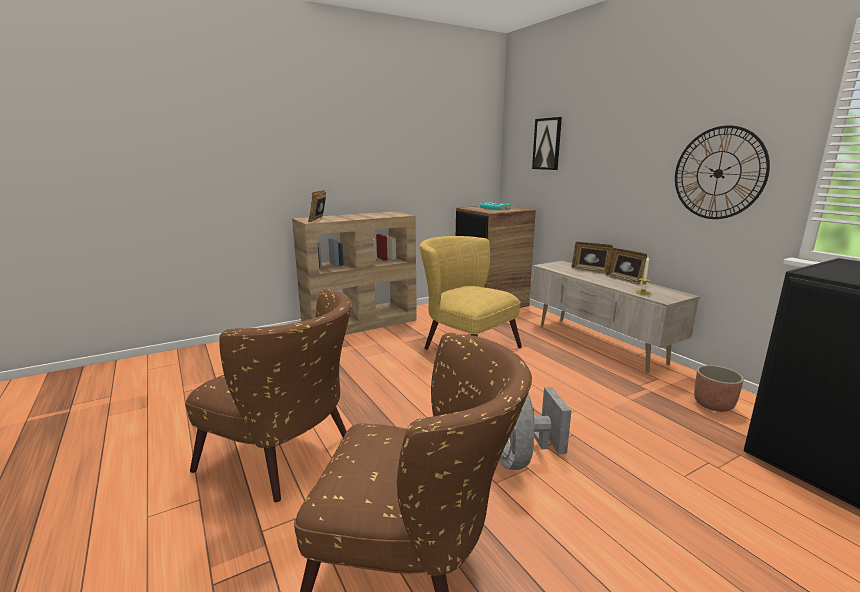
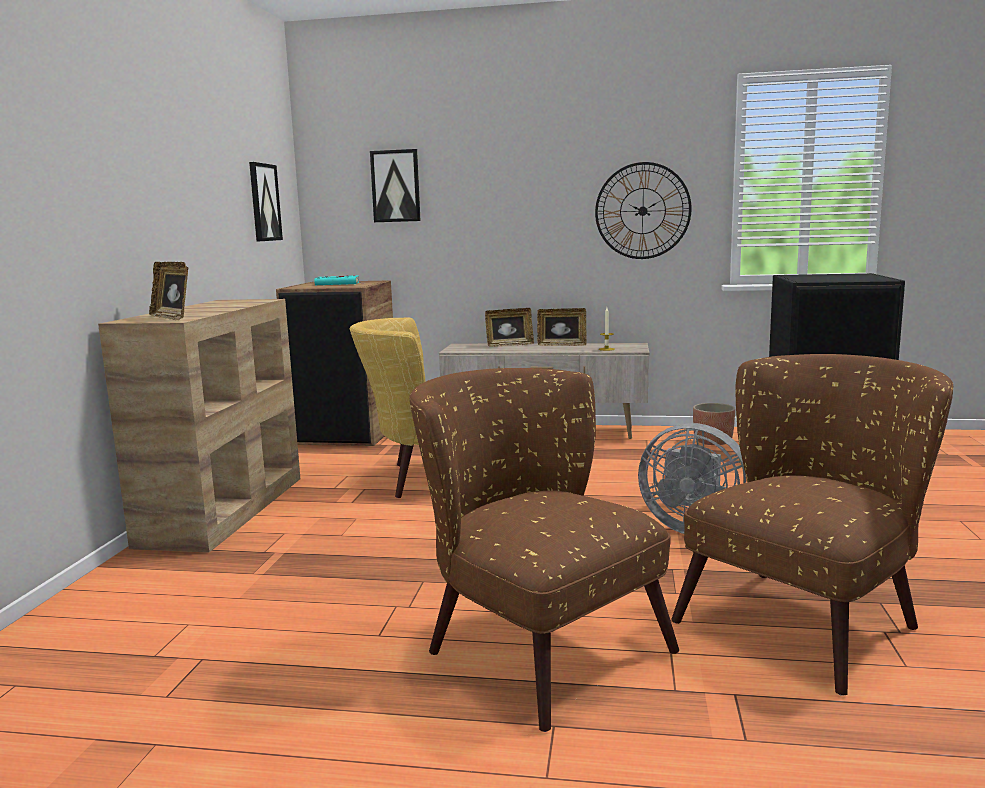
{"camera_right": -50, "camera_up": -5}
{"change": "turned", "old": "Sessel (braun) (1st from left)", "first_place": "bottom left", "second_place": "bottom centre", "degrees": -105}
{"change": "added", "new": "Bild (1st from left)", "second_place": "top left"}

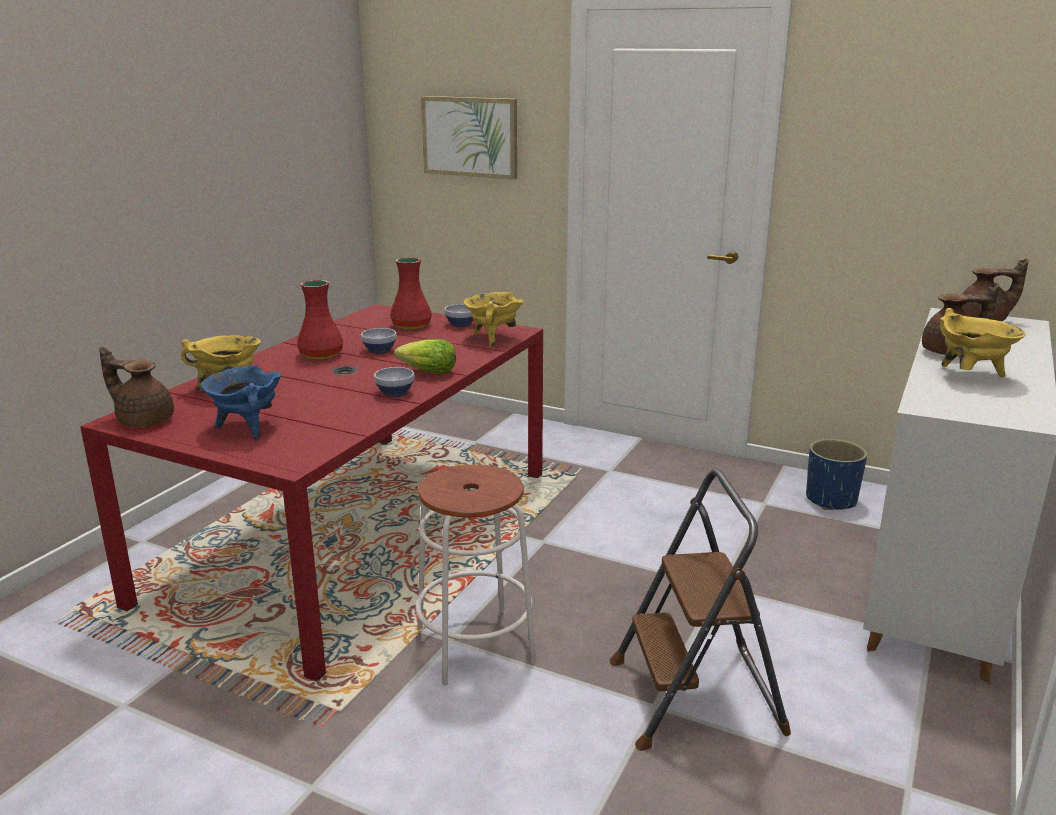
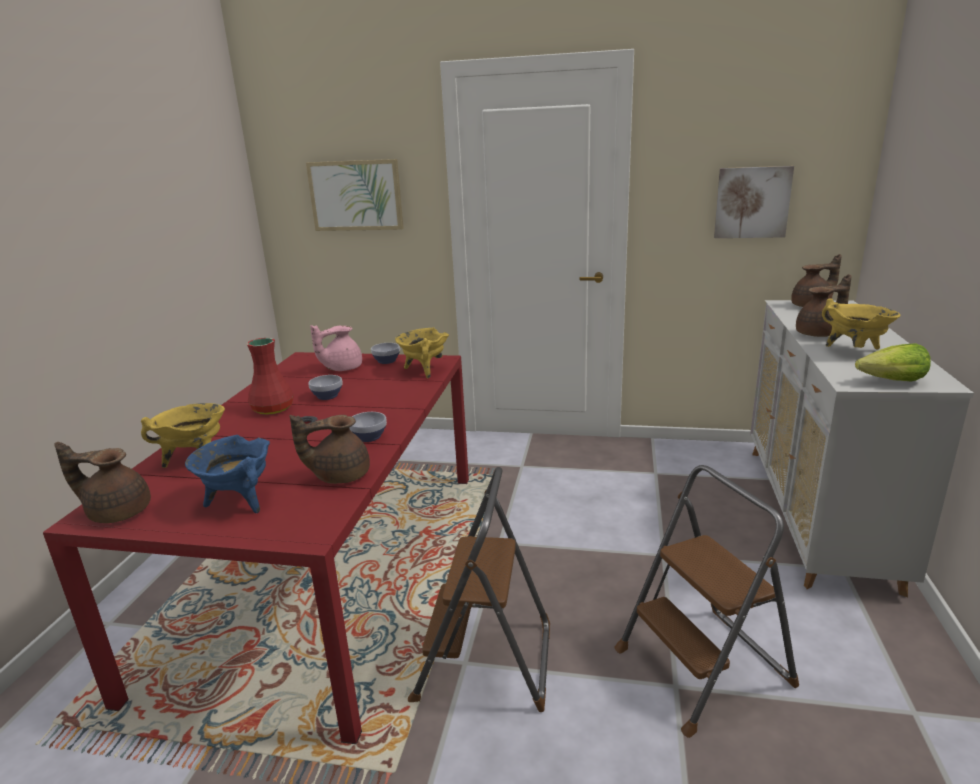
{"camera_right": -15, "camera_up": 0}
{"change": "replaced", "old": "Vase (rot) (2nd from left)", "new": "Teekanne (rosa)", "first_place": "centre", "second_place": "centre"}
{"change": "moved", "old": "Salatkopf", "first_place": "centre", "second_place": "middle right"}
{"change": "removed", "old": "Pflanzkübel (blau)", "first_place": "middle right"}
{"change": "replaced", "old": "Hocker (weiß)", "new": "Trittleiter (braun) (1st from left)", "first_place": "bottom centre", "second_place": "bottom centre"}
{"change": "added", "new": "Bild (2nd from left)", "second_place": "top right"}
{"change": "added", "new": "Teekanne (braun) (2nd from left)", "second_place": "centre"}

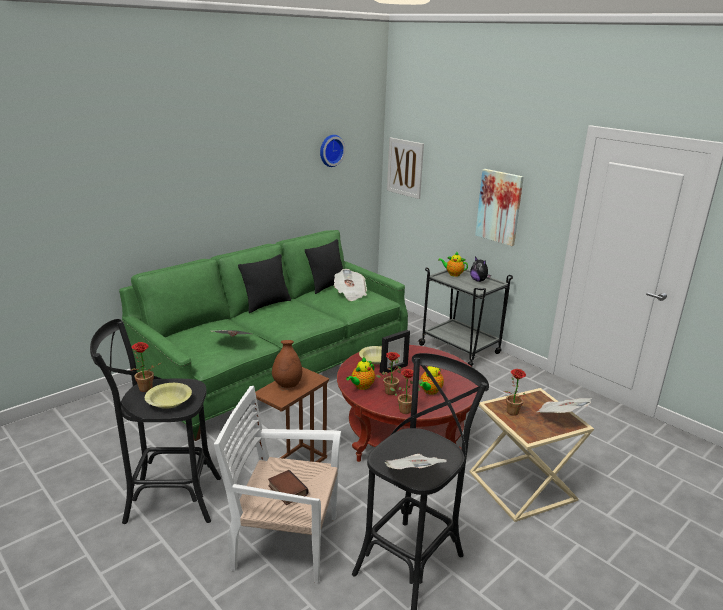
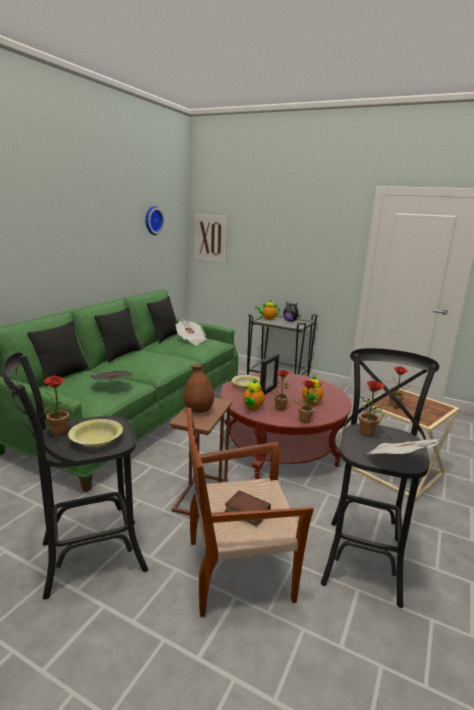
{"camera_right": -20, "camera_up": -5}
{"change": "removed", "old": "Bild (2nd from left)", "first_place": "middle right"}
{"change": "recoloured", "old": "Sessel (weiß)", "new": "Sessel (braun)", "first_place": "bottom centre", "second_place": "bottom centre"}
{"change": "removed", "old": "Zeitung (4th from left)", "first_place": "middle right"}
{"change": "added", "new": "Kissen (schwarz) (1st from left)", "second_place": "middle left"}
{"change": "added", "new": "Topfpflanze (4th from left)", "second_place": "middle right"}

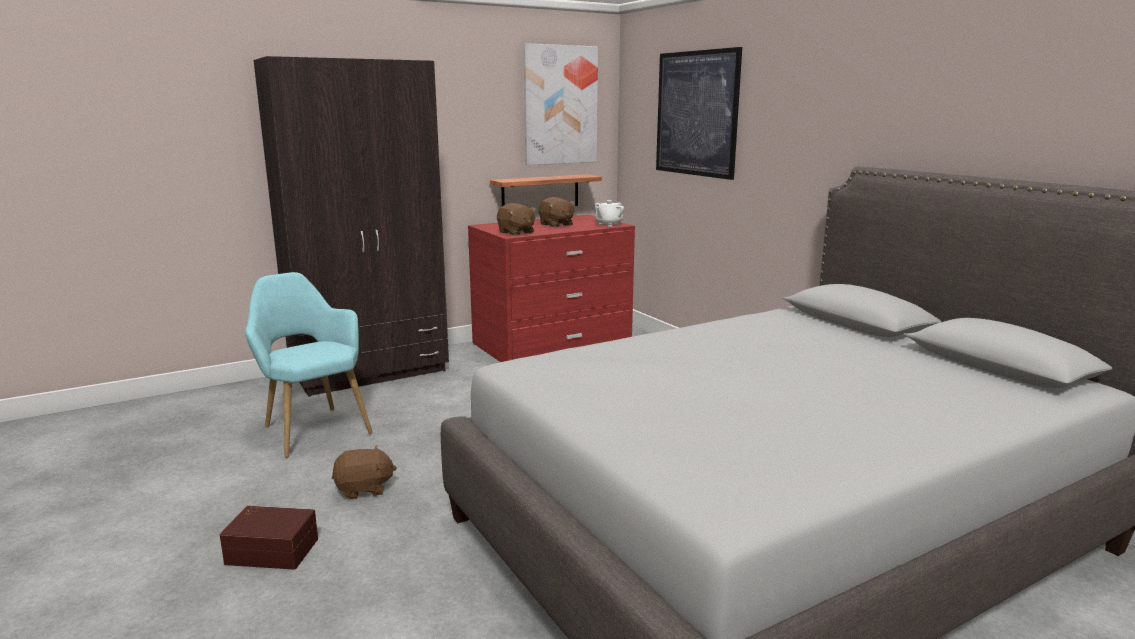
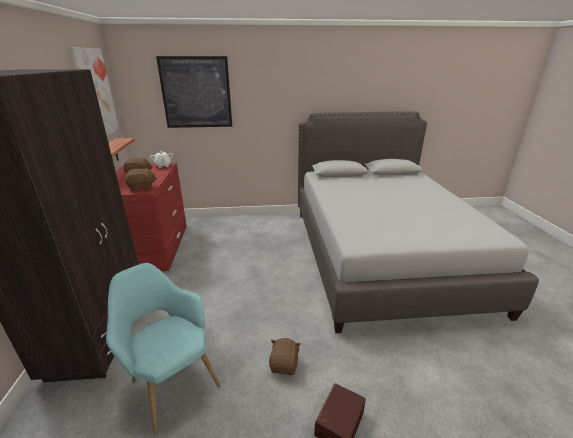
{"camera_right": -65, "camera_up": 10}
{"change": "turned", "old": "Sessel (türkis)", "first_place": "middle left", "second_place": "bottom left", "degrees": 60}

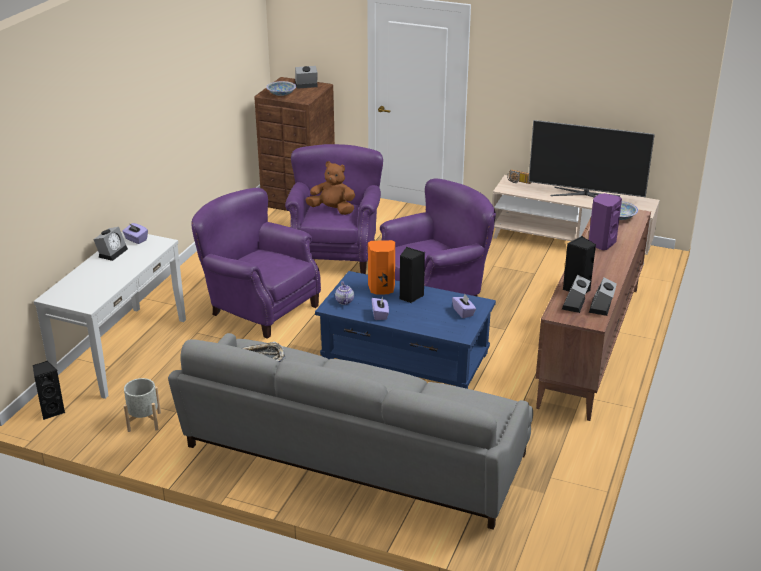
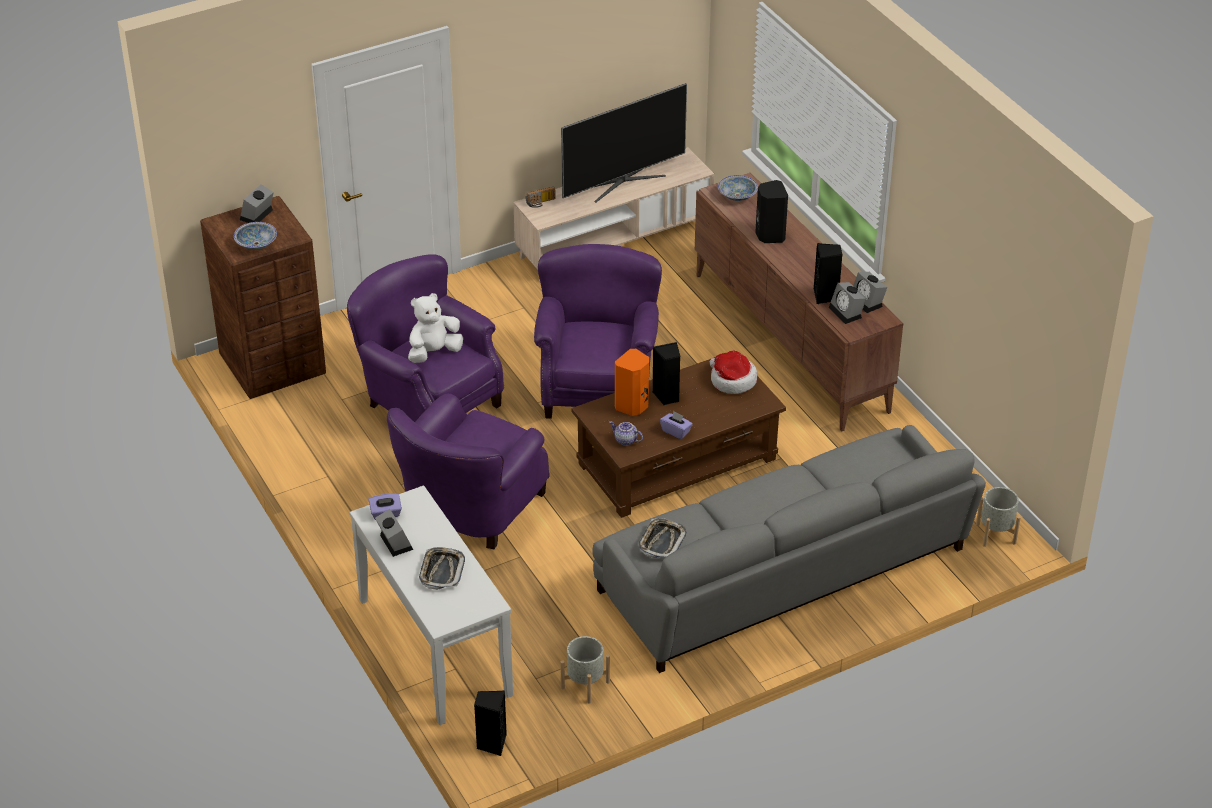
{"camera_right": -50, "camera_up": 10}
{"change": "recoloured", "old": "Plüschtier (braun)", "new": "Plüschtier (weiß)", "first_place": "top centre", "second_place": "centre"}
{"change": "turned", "old": "Sessel (lila) (1st from left in the first image)", "first_place": "centre", "second_place": "centre", "degrees": -45}
{"change": "recoloured", "old": "Lautsprecher (lila)", "new": "Lautsprecher (schwarz) (3rd from left)", "first_place": "middle right", "second_place": "top centre"}
{"change": "recoloured", "old": "Couchtisch (blau)", "new": "Couchtisch (braun)", "first_place": "centre", "second_place": "centre"}
{"change": "replaced", "old": "Taschentuchbox (lila) (3rd from left)", "new": "Hut", "first_place": "centre", "second_place": "centre"}
{"change": "added", "new": "Pflanzkübel (grau) (2nd from left)", "second_place": "middle right"}
{"change": "added", "new": "Tablett (1st from left)", "second_place": "bottom centre"}

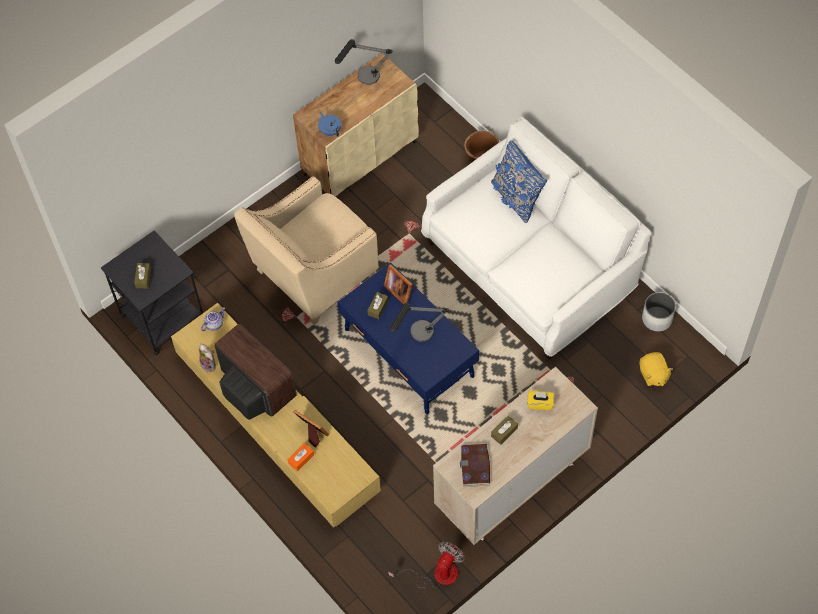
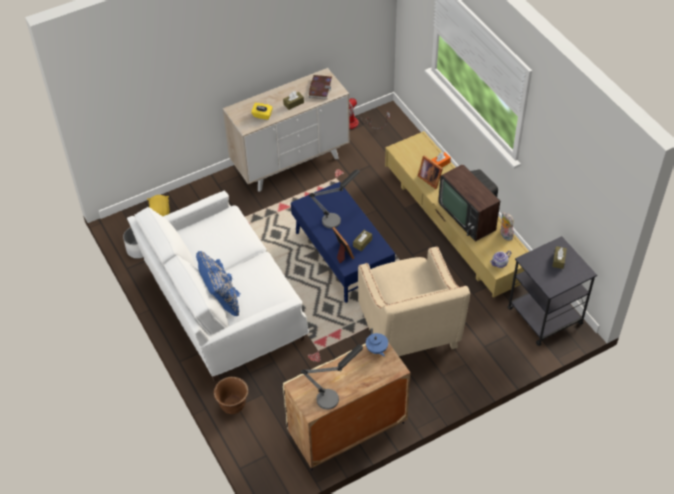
{"camera_right": -170, "camera_up": -10}
{"change": "turned", "old": "Sessel (beige)", "first_place": "centre", "second_place": "centre", "degrees": 105}

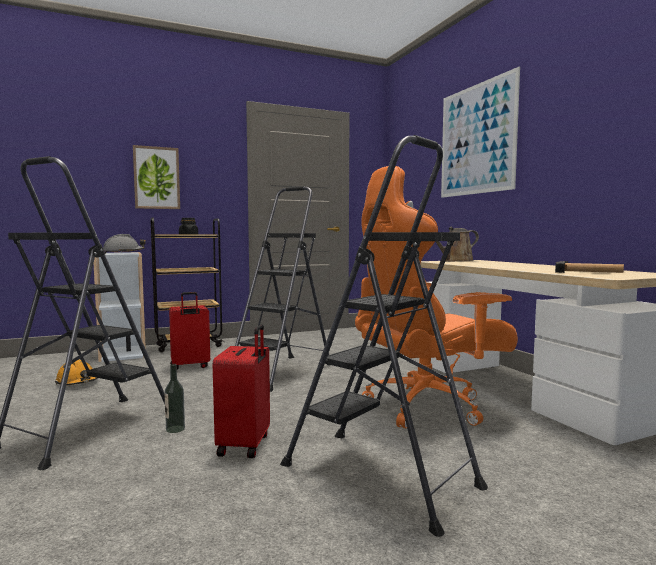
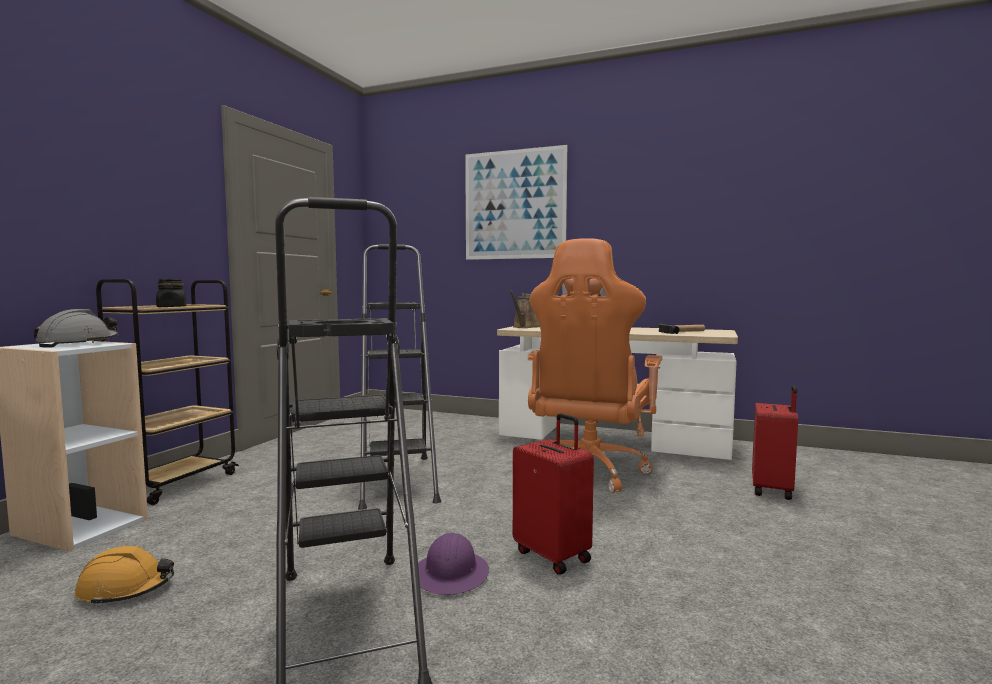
{"camera_right": -45, "camera_up": 0}
{"change": "removed", "old": "Trittleiter (3rd from left)", "first_place": "centre"}
{"change": "removed", "old": "Bild (1st from left)", "first_place": "top left"}
{"change": "moved", "old": "Koffer (rot) (1st from left in the first image)", "new": "Koffer (rot) (2nd from left)", "first_place": "middle left", "second_place": "middle right"}
{"change": "replaced", "old": "Flasche", "new": "Schutzhelm (lila)", "first_place": "bottom left", "second_place": "bottom centre"}

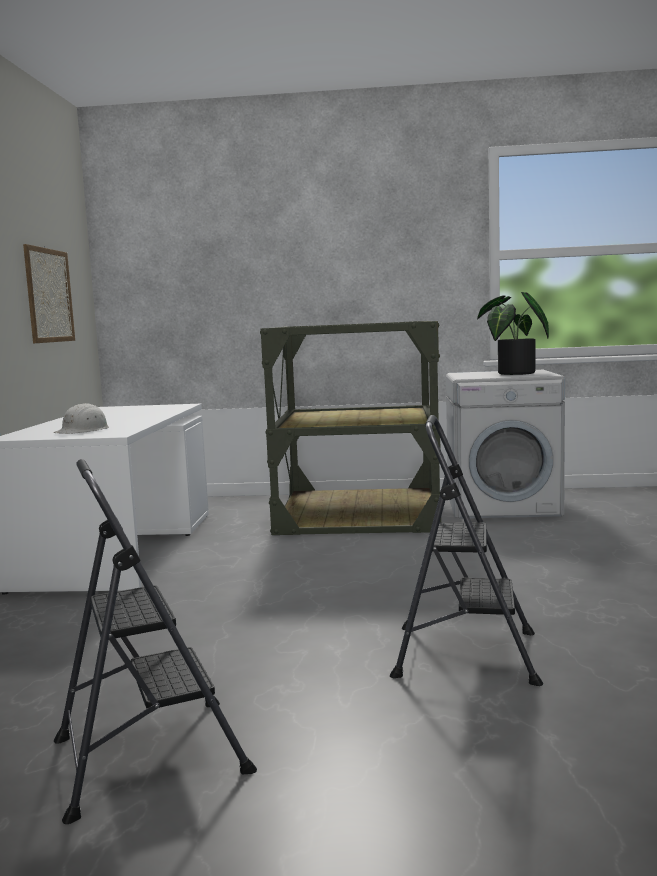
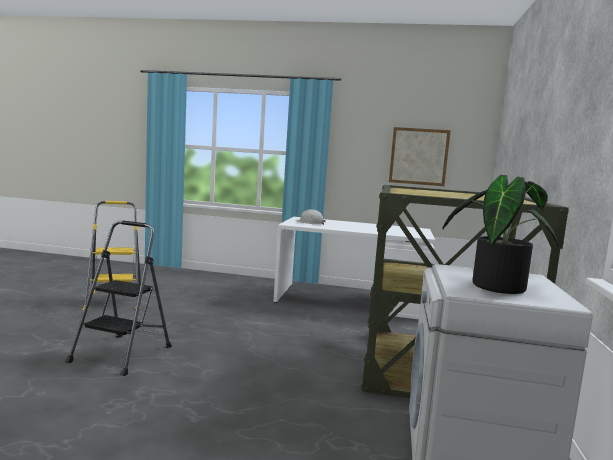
{"camera_right": 95, "camera_up": 0}
{"change": "recoloured", "old": "Trittleiter (schwarz) (1st from left)", "new": "Trittleiter (gelb)", "first_place": "bottom left", "second_place": "middle left"}

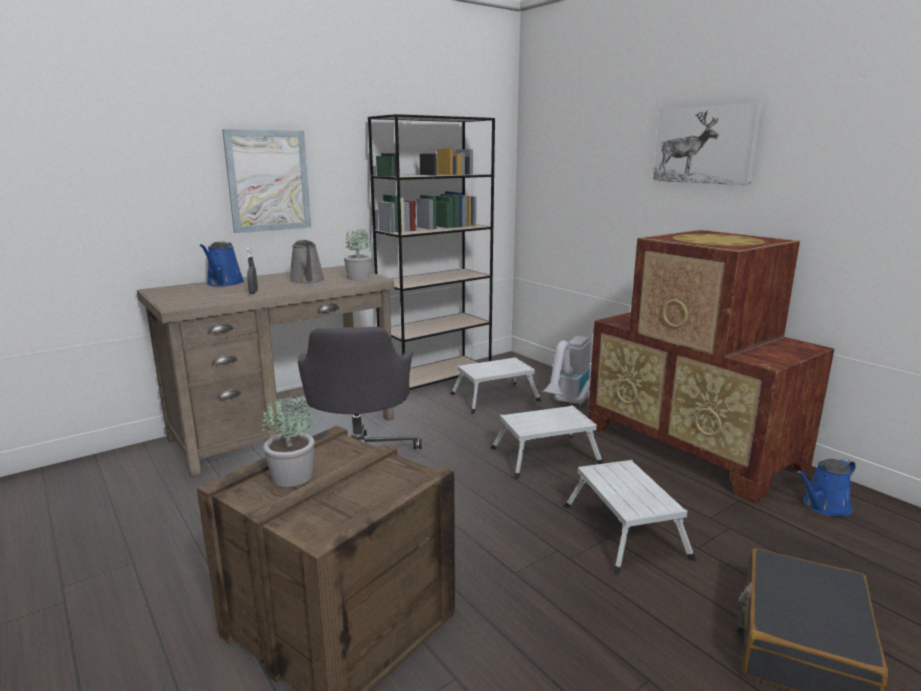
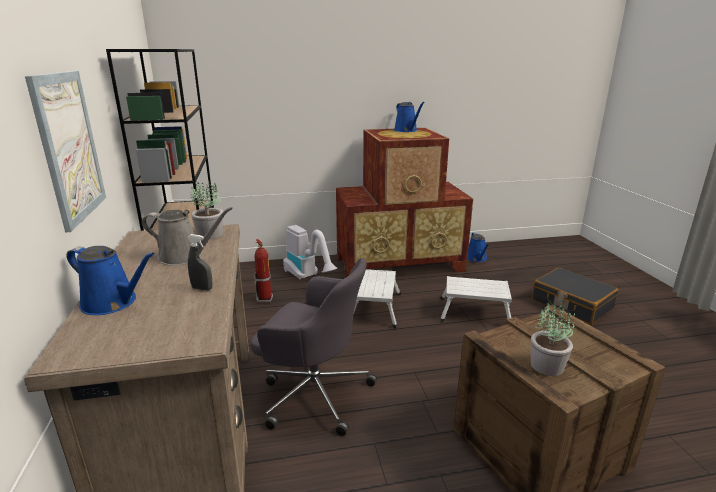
{"camera_right": -65, "camera_up": 5}
{"change": "removed", "old": "Bild (2nd from left)", "first_place": "top right"}
{"change": "replaced", "old": "Trittleiter (weiß) (1st from left)", "new": "Feuerlöscher", "first_place": "centre", "second_place": "centre"}
{"change": "added", "new": "Gießkanne (blau) (2nd from left)", "second_place": "top centre"}

